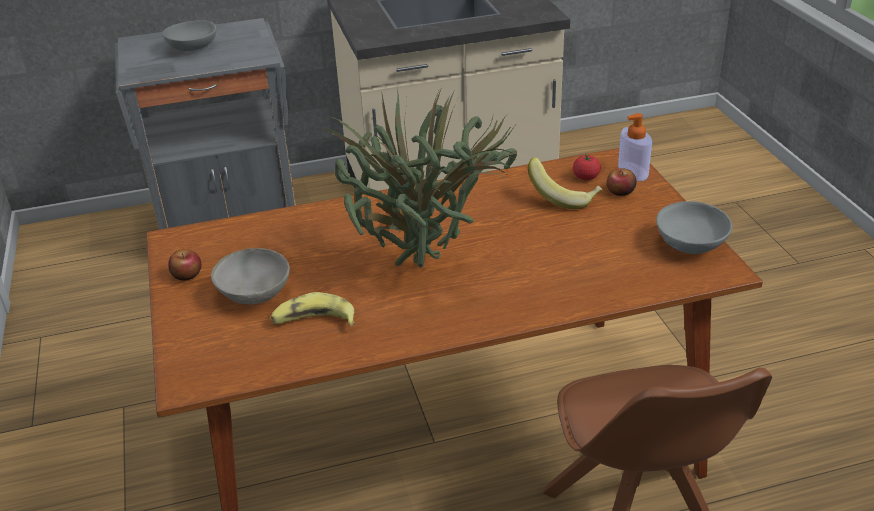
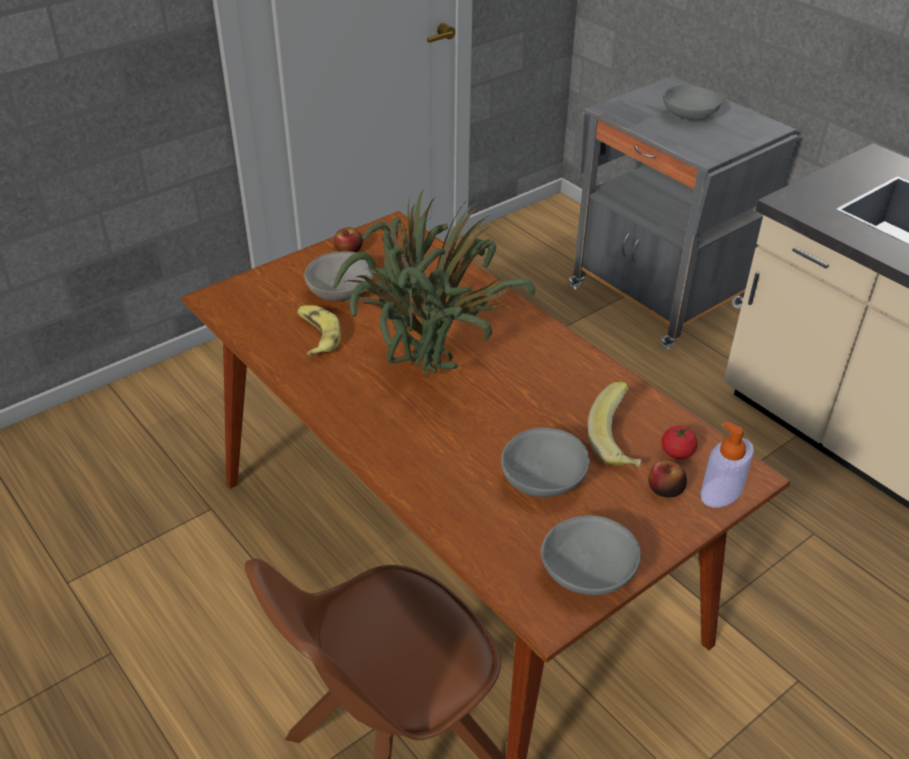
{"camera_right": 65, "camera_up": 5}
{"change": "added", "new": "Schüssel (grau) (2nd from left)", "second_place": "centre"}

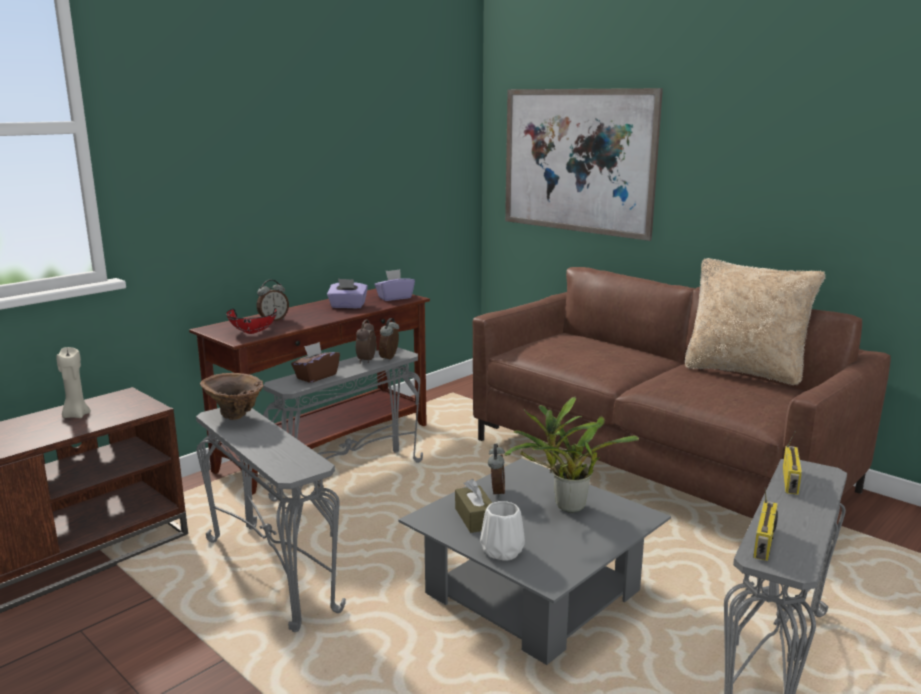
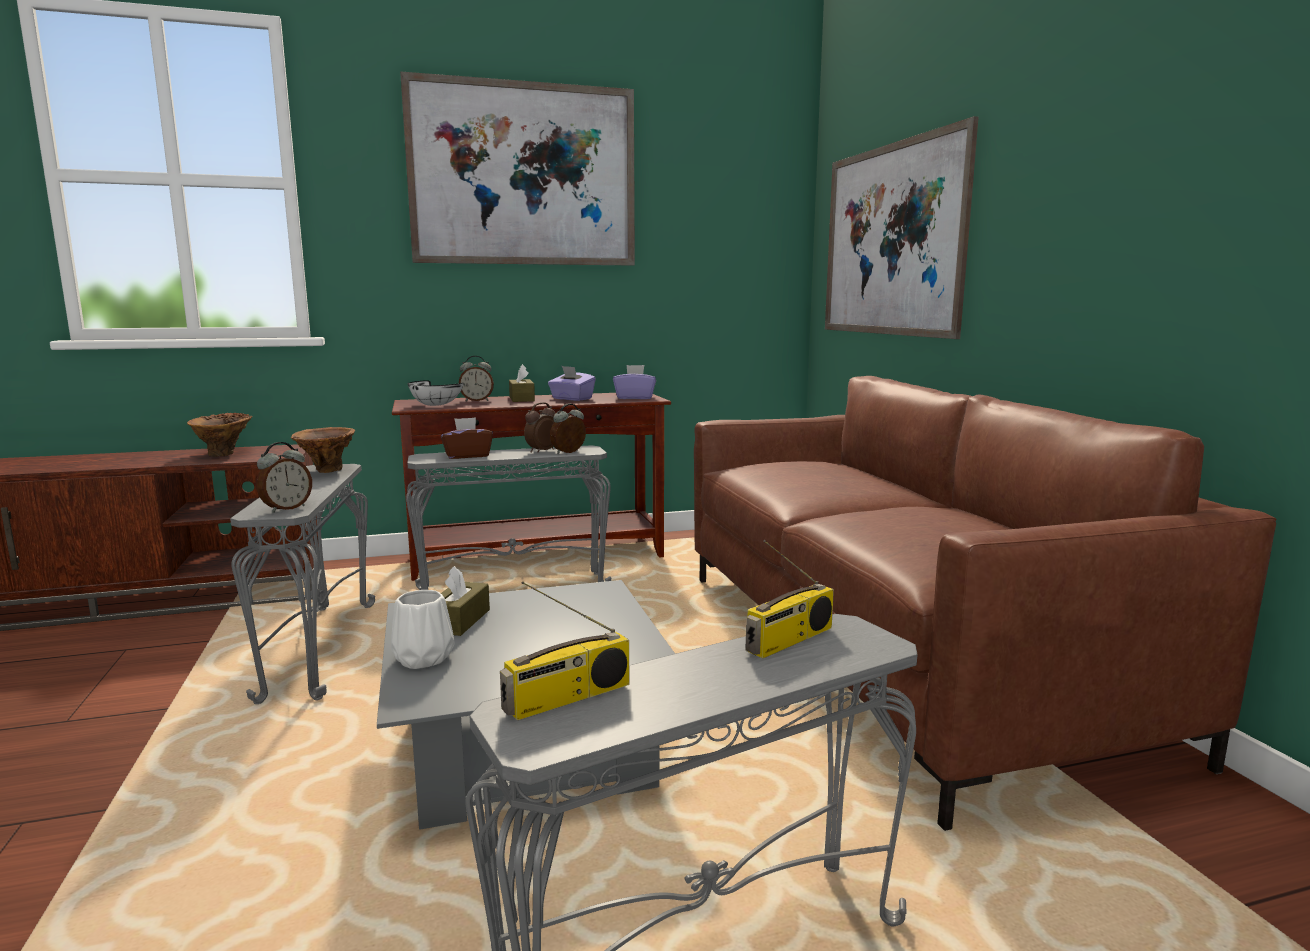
{"camera_right": 30, "camera_up": -5}
{"change": "removed", "old": "Kissen (beige)", "first_place": "middle right"}
{"change": "recoloured", "old": "Schüssel (rot)", "new": "Schüssel (weiß)", "first_place": "middle left", "second_place": "middle left"}
{"change": "replaced", "old": "Kerze (beige)", "new": "Vase (braun) (1st from left)", "first_place": "middle left", "second_place": "middle left"}
{"change": "removed", "old": "Topfpflanze", "first_place": "centre"}
{"change": "moved", "old": "Wecker (4th from left in the first image)", "new": "Wecker (1st from left)", "first_place": "bottom centre", "second_place": "middle left"}
{"change": "added", "new": "Bild (1st from left)", "second_place": "top centre"}
{"change": "added", "new": "Taschentuchbox (braun) (3rd from left)", "second_place": "centre"}

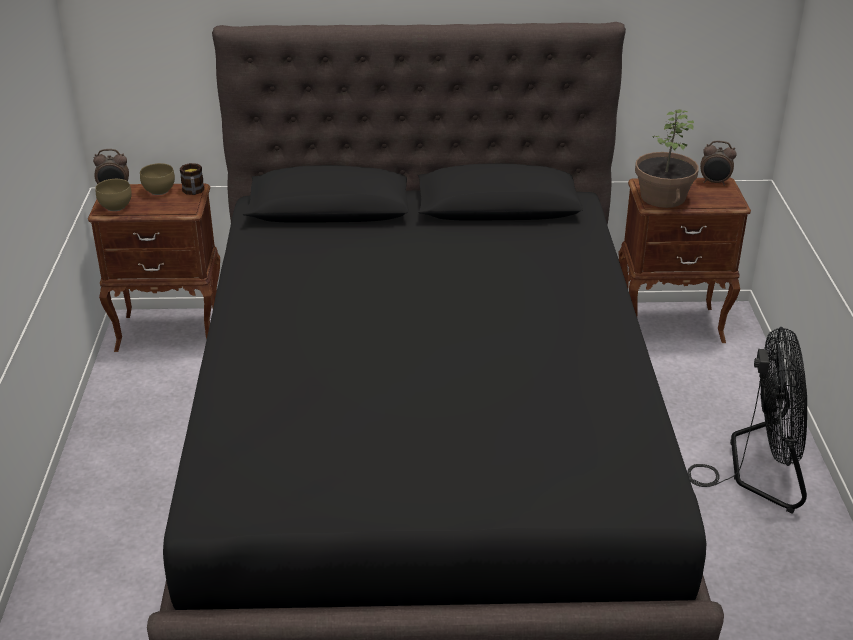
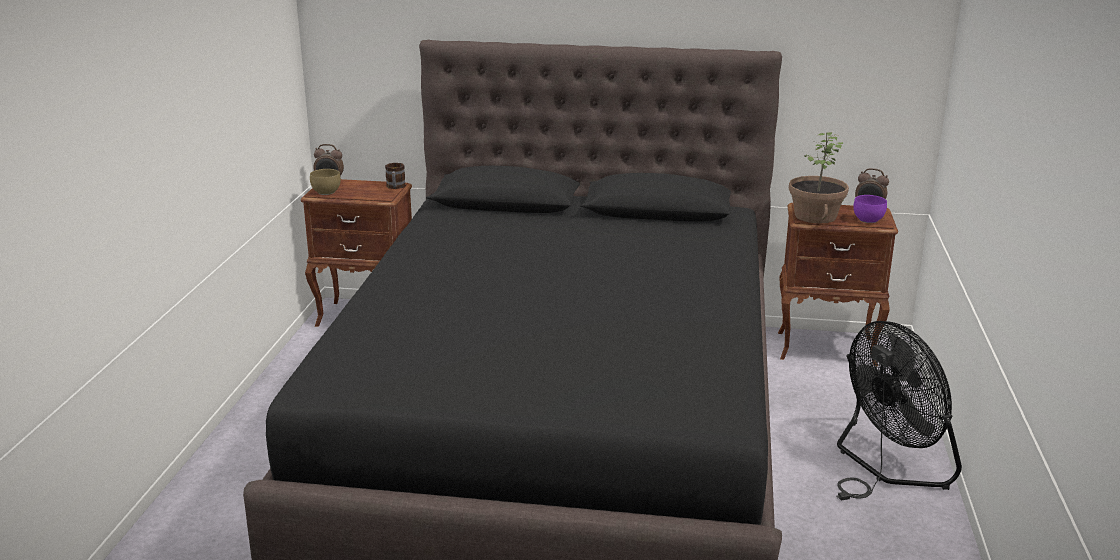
{"camera_right": 10, "camera_up": -10}
{"change": "removed", "old": "Schüssel (braun) (2nd from left)", "first_place": "top left"}
{"change": "turned", "old": "Ventilator (schwarz)", "first_place": "middle right", "second_place": "bottom right", "degrees": -45}
{"change": "added", "new": "Schüssel (lila)", "second_place": "middle right"}

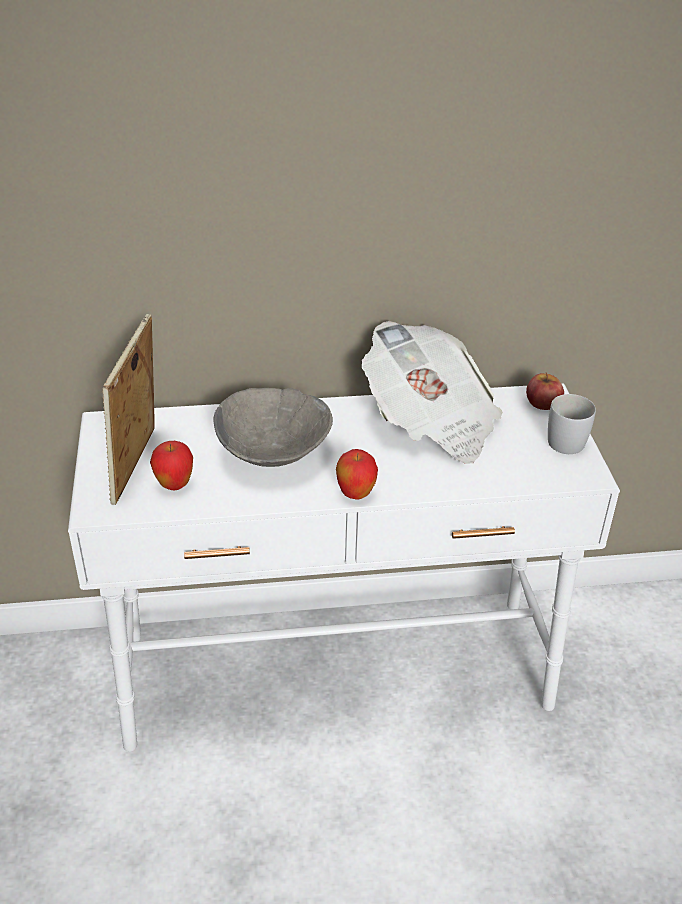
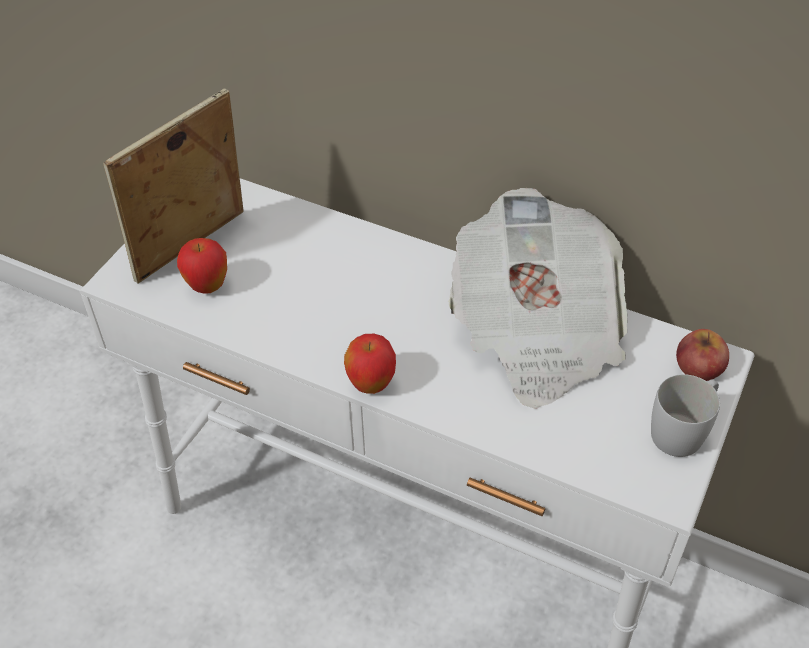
{"camera_right": 35, "camera_up": 10}
{"change": "removed", "old": "Schüssel (grau)", "first_place": "centre"}

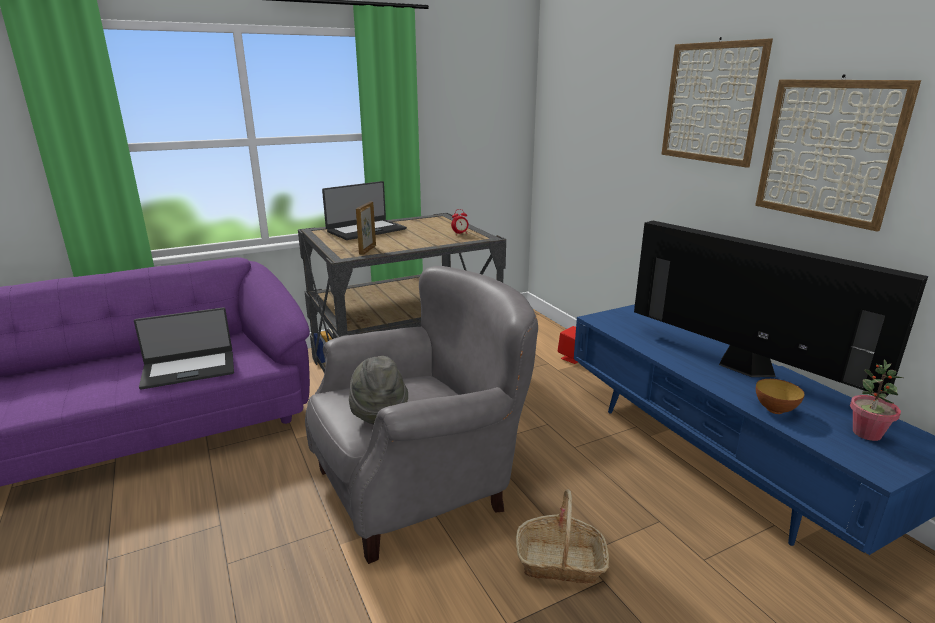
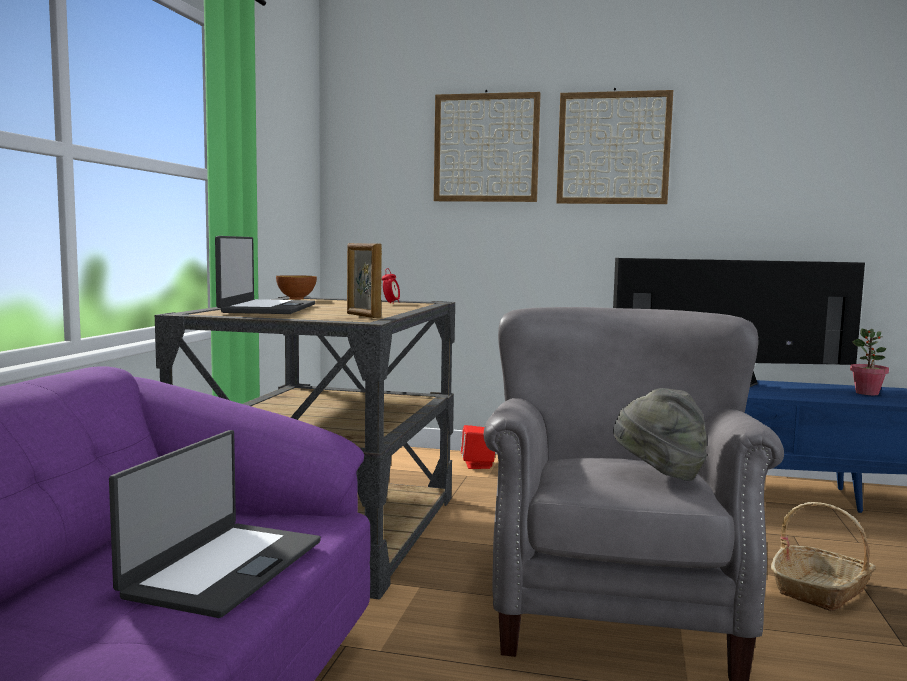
{"camera_right": -50, "camera_up": -15}
{"change": "moved", "old": "Bild (2nd from left in the first image)", "new": "Bild (1st from left)", "first_place": "top right", "second_place": "top centre"}
{"change": "moved", "old": "Schüssel", "first_place": "middle right", "second_place": "middle left"}

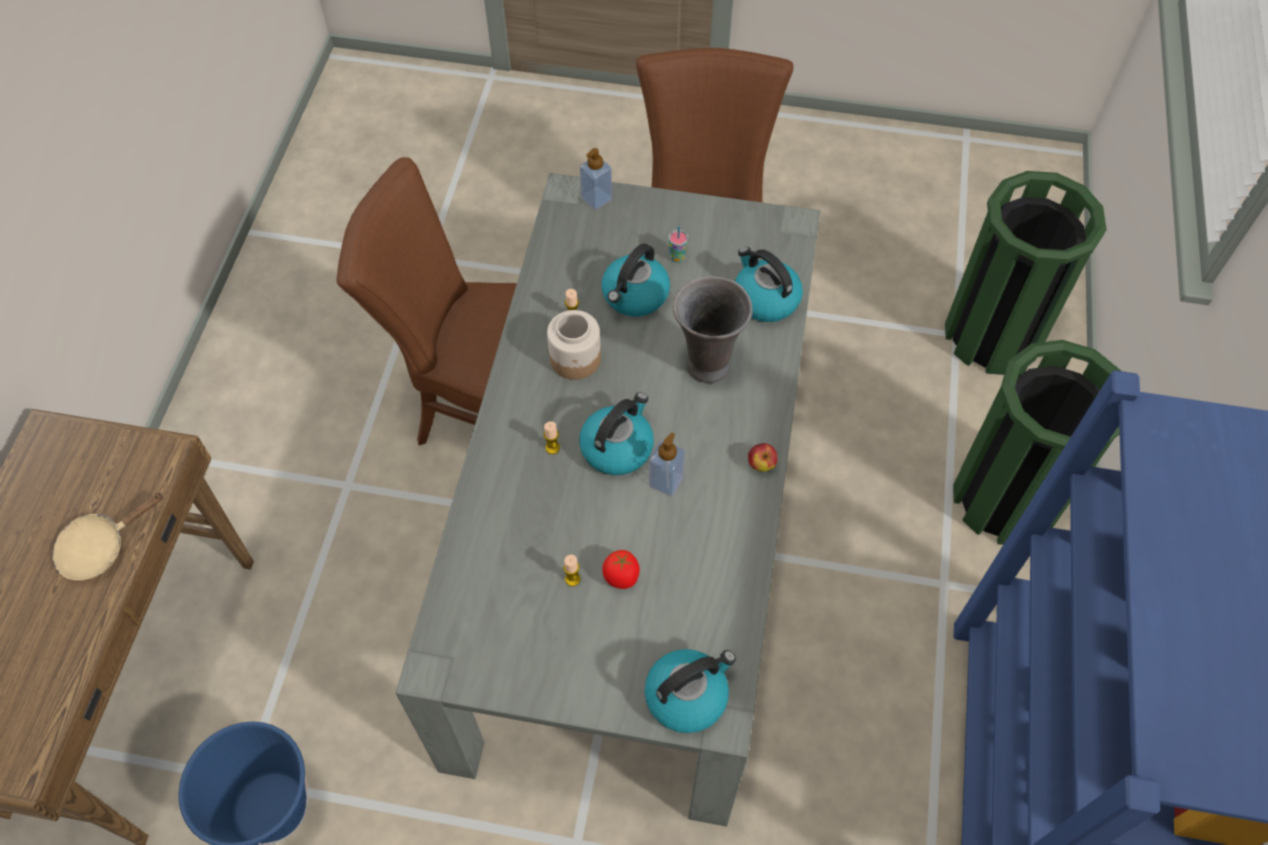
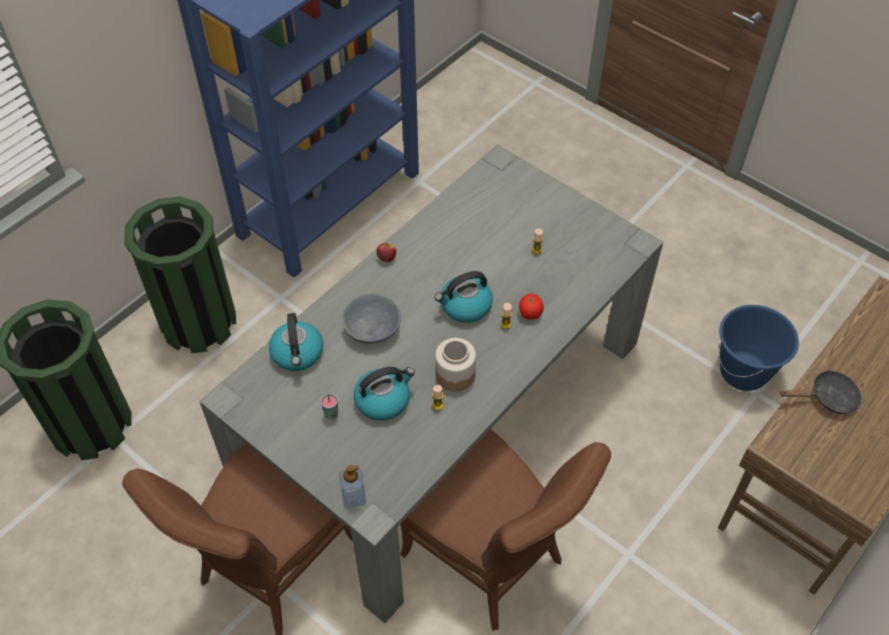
{"camera_right": -150, "camera_up": -5}
{"change": "replaced", "old": "Vase (grau)", "new": "Schüssel (grau)", "first_place": "centre", "second_place": "centre"}
{"change": "removed", "old": "Seifenspender (2nd from left)", "first_place": "centre"}
{"change": "recoloured", "old": "Pfanne (beige)", "new": "Pfanne (schwarz)", "first_place": "middle left", "second_place": "middle right"}
{"change": "moved", "old": "Tomate", "first_place": "bottom centre", "second_place": "centre"}
{"change": "removed", "old": "Wasserkessel (3rd from left)", "first_place": "bottom centre"}

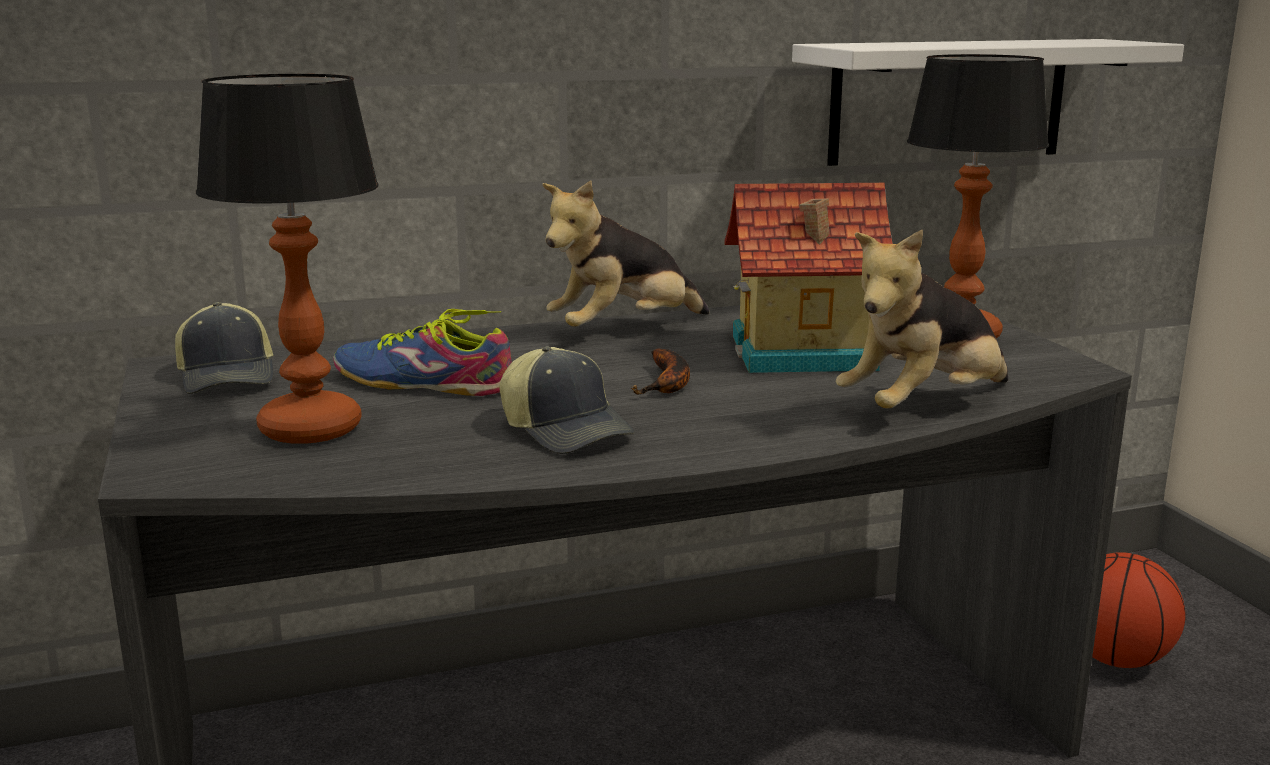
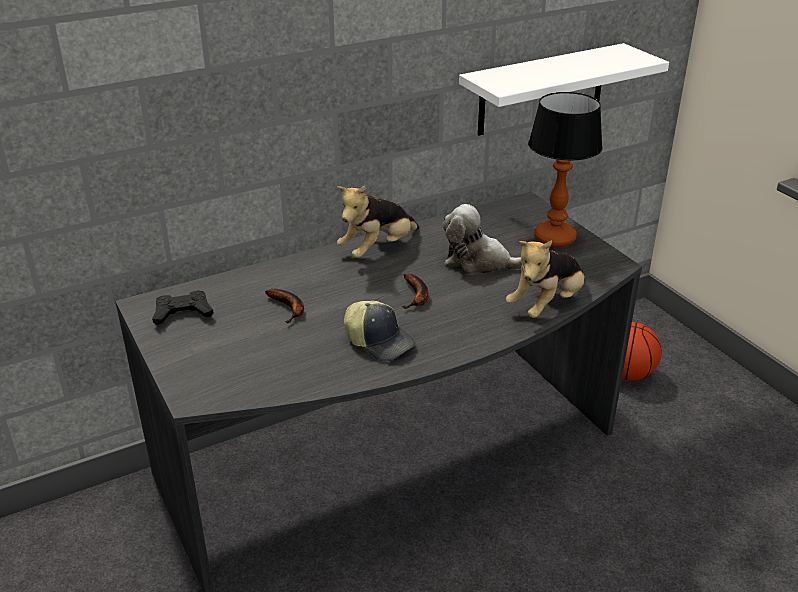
{"camera_right": -10, "camera_up": 15}
{"change": "removed", "old": "Tischlampe (1st from left)", "first_place": "middle left"}
{"change": "replaced", "old": "Spielzeughaus", "new": "Plüschtier (2nd from left)", "first_place": "centre", "second_place": "centre"}
{"change": "replaced", "old": "Kappe (1st from left)", "new": "Gamepad (schwarz)", "first_place": "middle left", "second_place": "middle left"}
{"change": "replaced", "old": "Schuh", "new": "Banane (1st from left)", "first_place": "middle left", "second_place": "centre"}

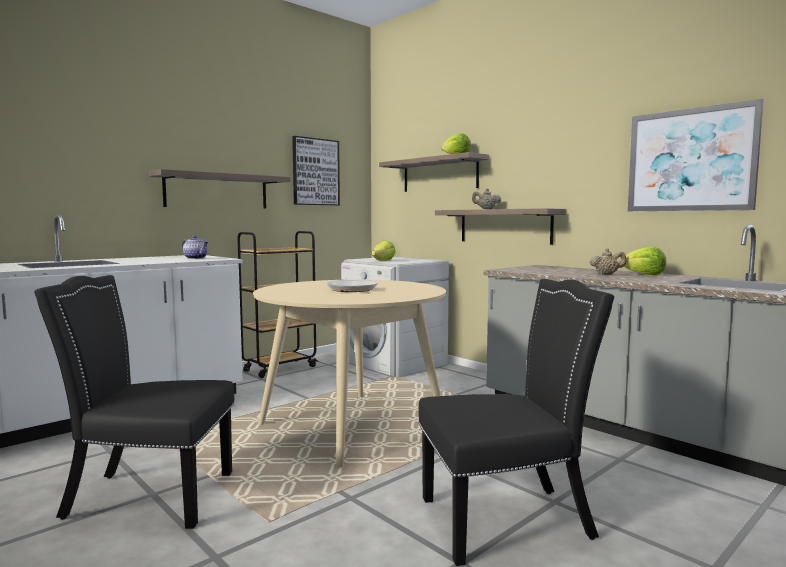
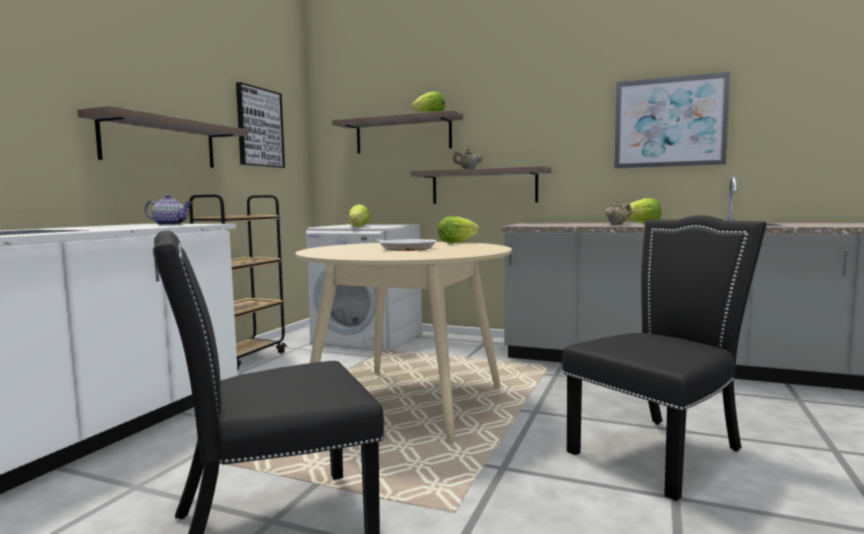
{"camera_right": -25, "camera_up": 0}
{"change": "added", "new": "Salatkopf (3rd from left)", "second_place": "centre"}

